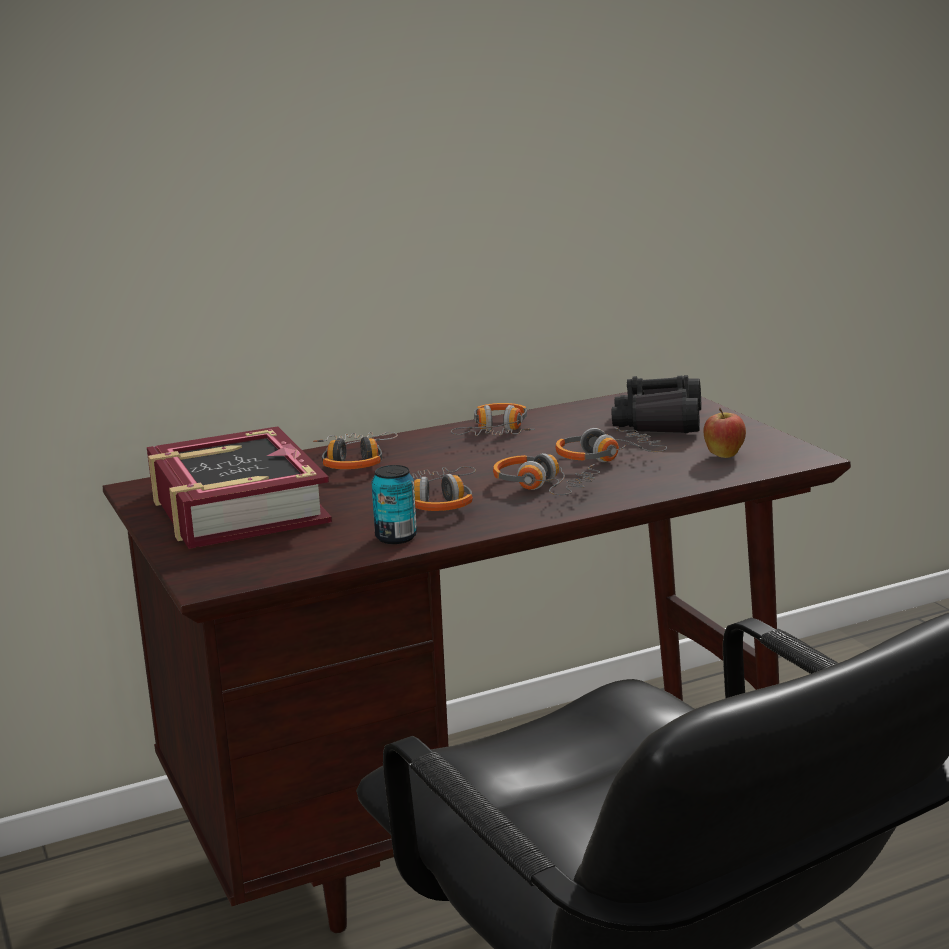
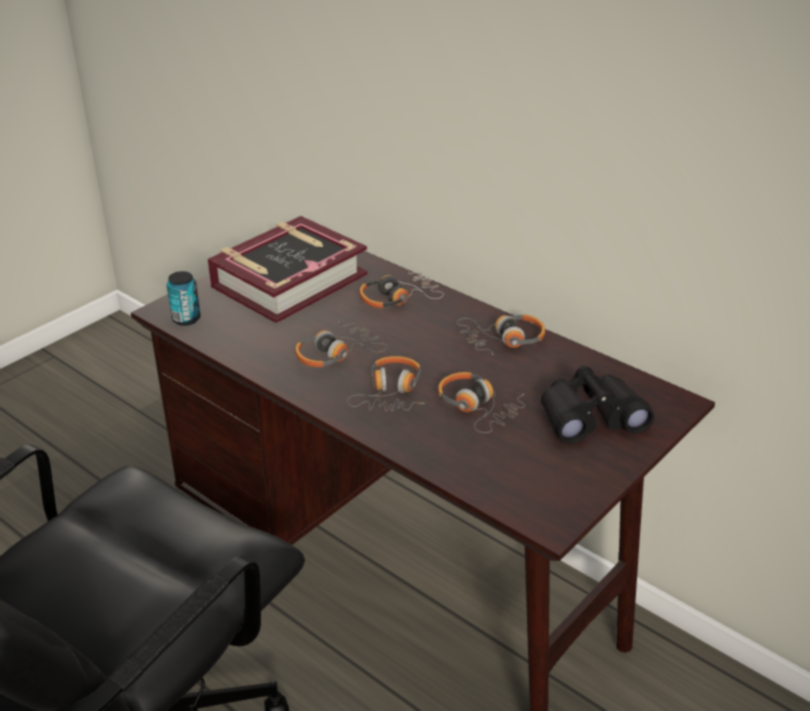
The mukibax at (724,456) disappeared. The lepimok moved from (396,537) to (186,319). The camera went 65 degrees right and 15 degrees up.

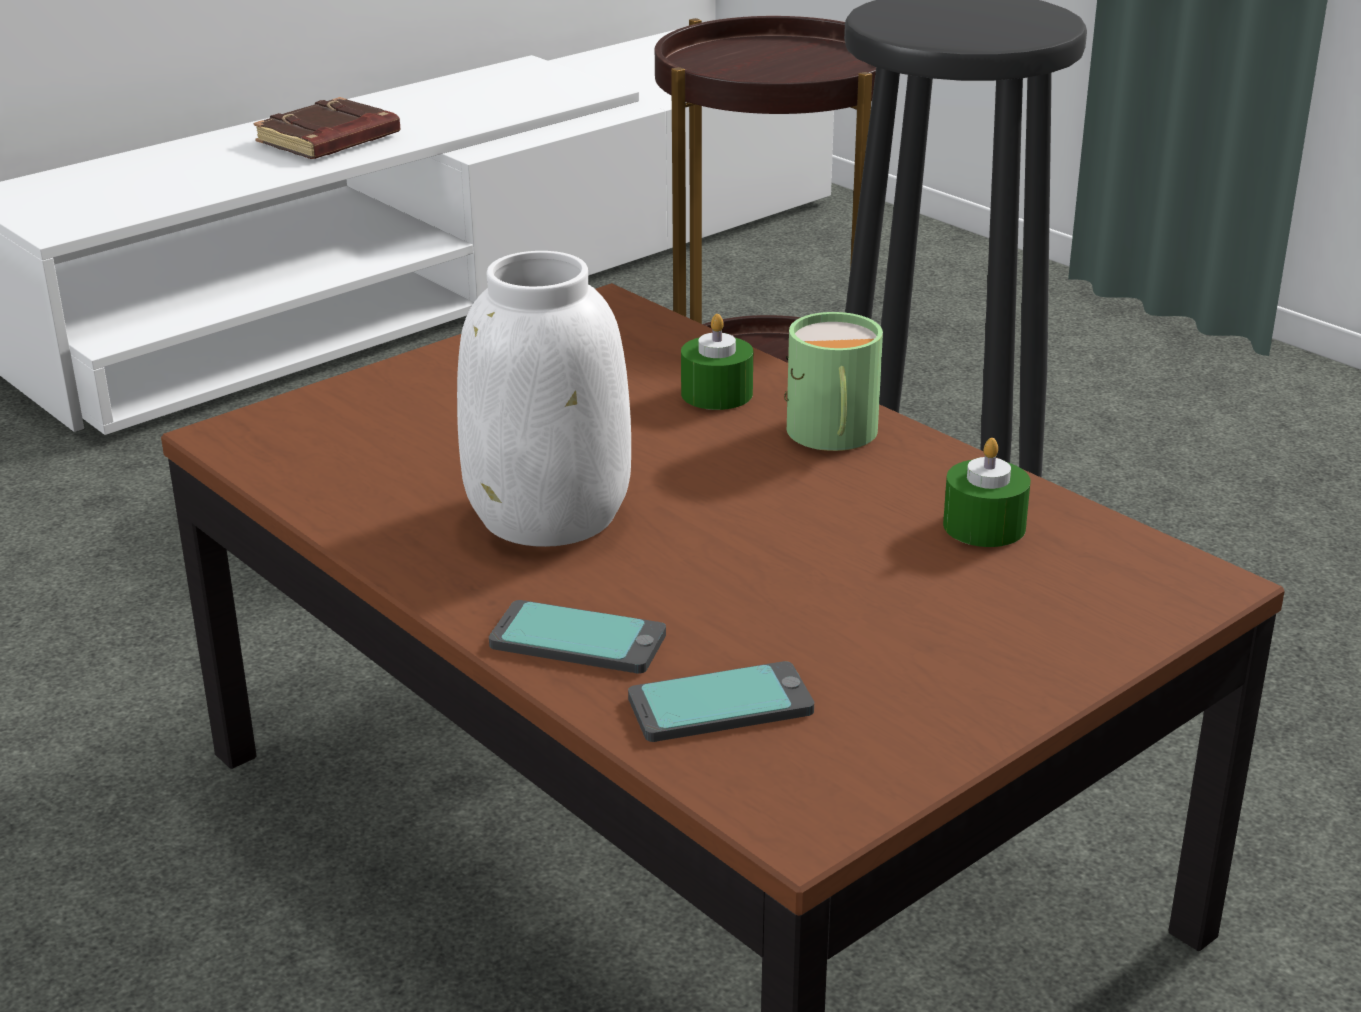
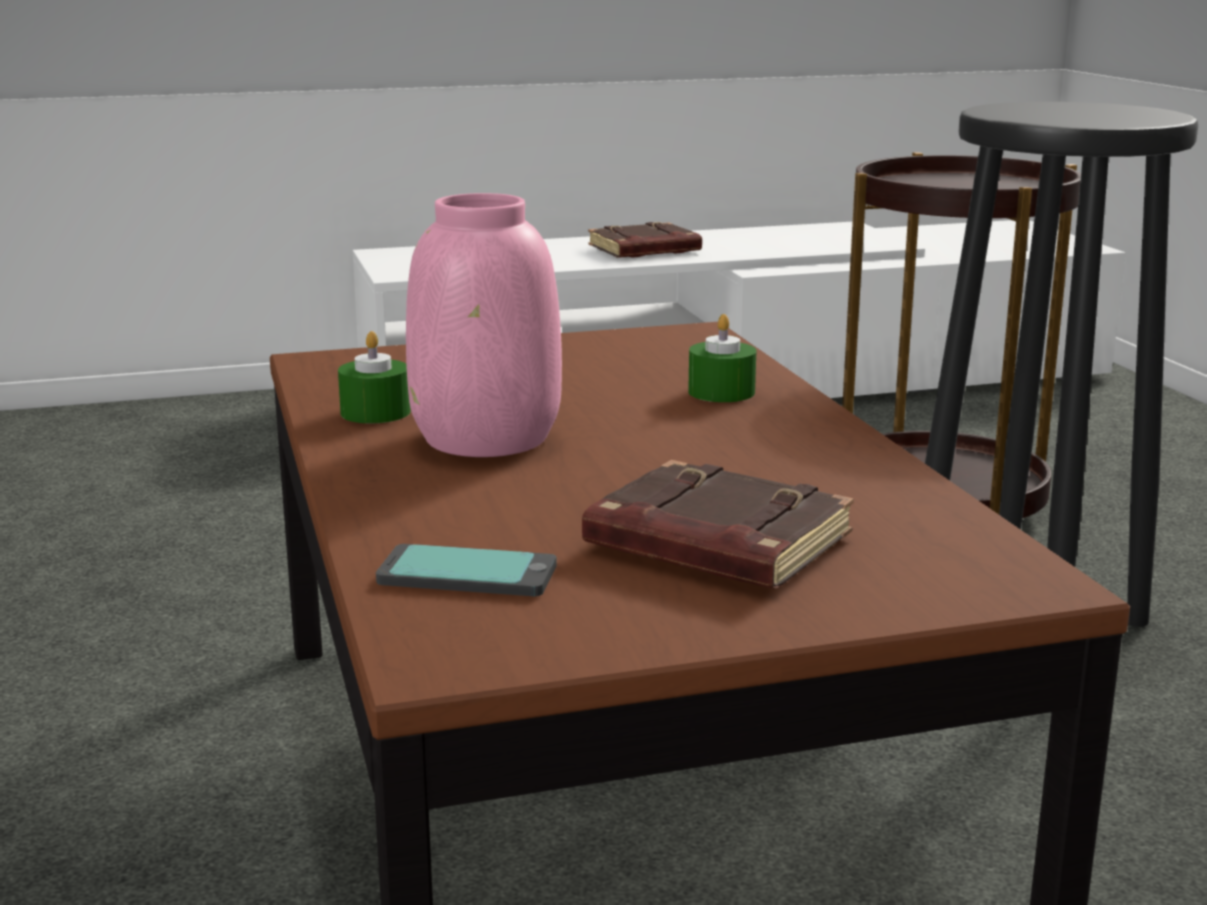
The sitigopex at (578,640) disappeared. The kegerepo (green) at (832,435) disappeared. The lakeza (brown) at (713,544) appeared. The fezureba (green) moved from (984,526) to (375,412). The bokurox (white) at (551,514) became the bokurox (pink) at (488,439). The camera went 25 degrees right and 10 degrees down.

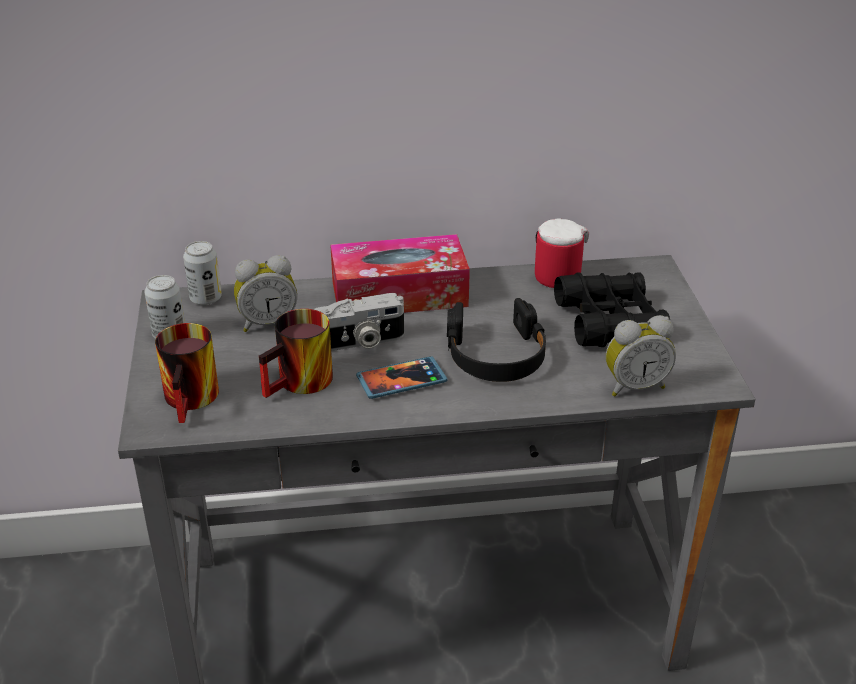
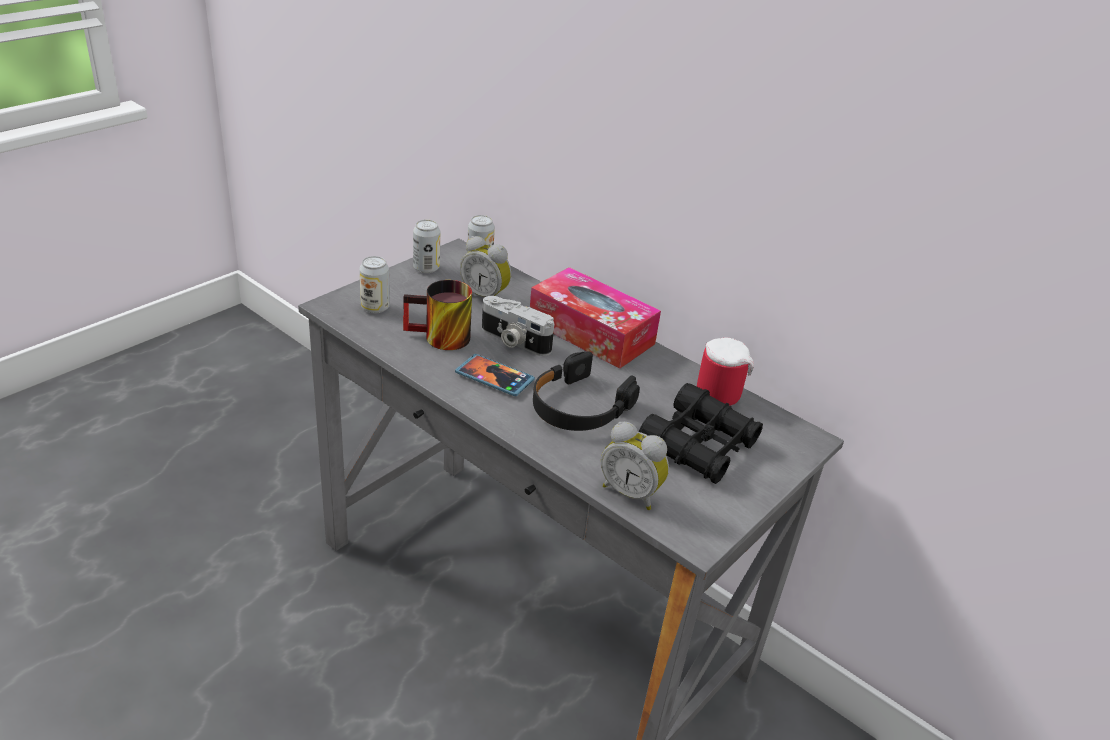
The kegerepo at (195,399) was replaced by the lepimok at (375,307). The camera went 45 degrees right and 0 degrees up.

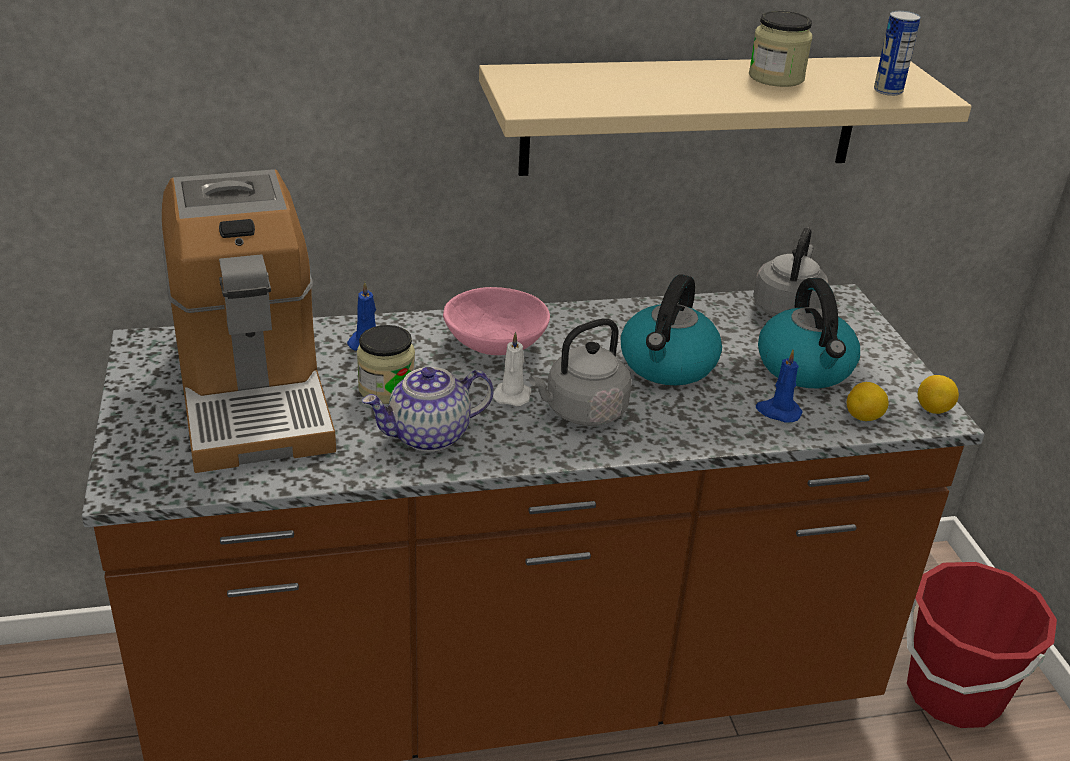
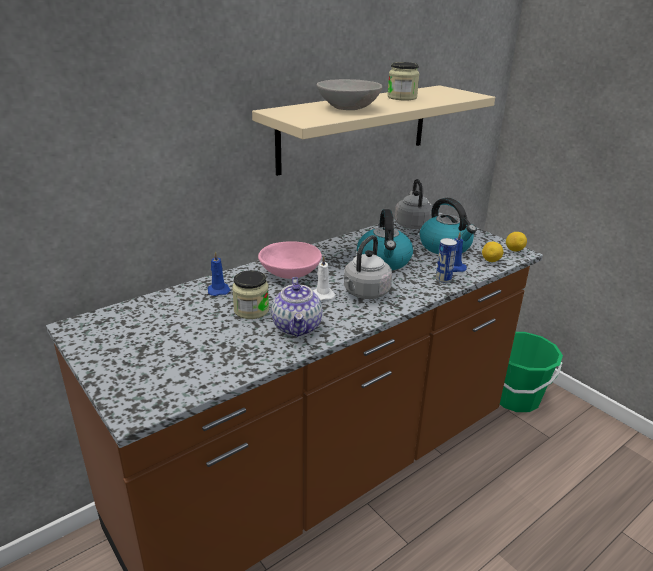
The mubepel at (252,392) disappeared. The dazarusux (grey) at (348,108) appeared. The lepimok moved from (888,91) to (443,279). The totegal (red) at (953,693) became the totegal (green) at (515,398). The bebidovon at (429,436) turned 45 degrees counterclockwise. The camera went 25 degrees left and 5 degrees down.

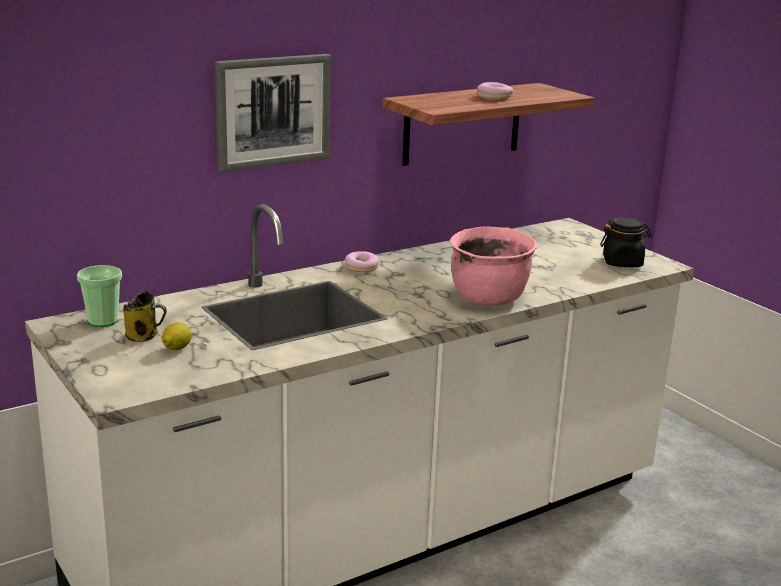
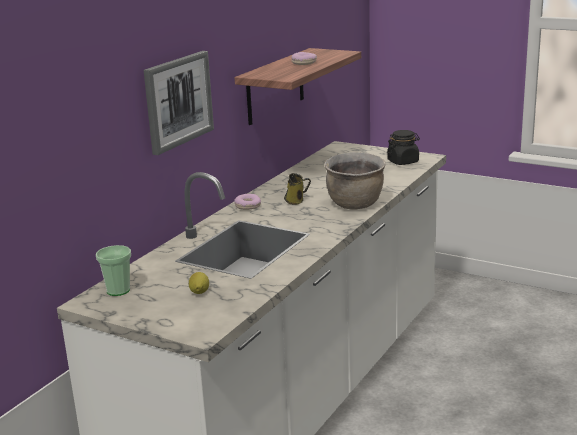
The kegerepo moved from (144,336) to (295,201). The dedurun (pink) at (489,299) became the dedurun (brown) at (355,204). The camera went 25 degrees left and 0 degrees up.

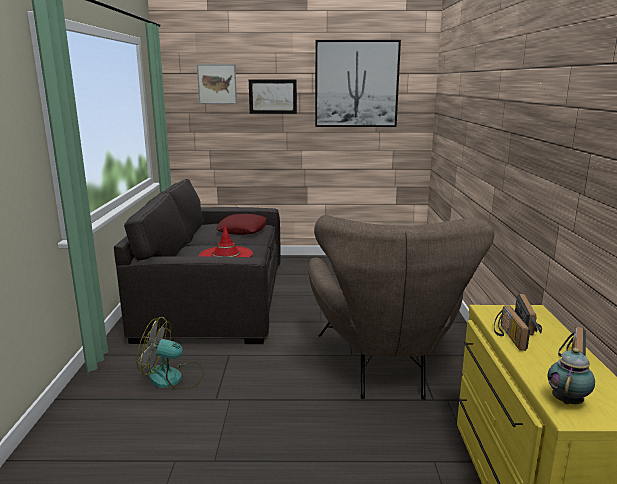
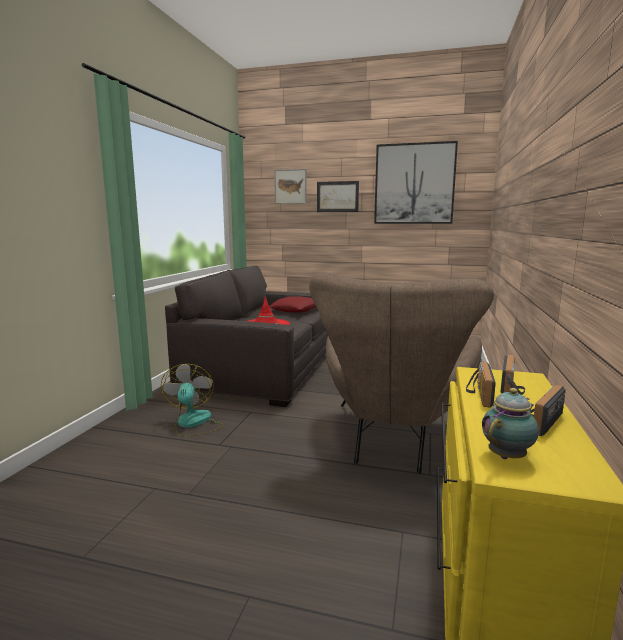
The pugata at (173,378) turned 60 degrees clockwise. The camera went 15 degrees right and 5 degrees down.

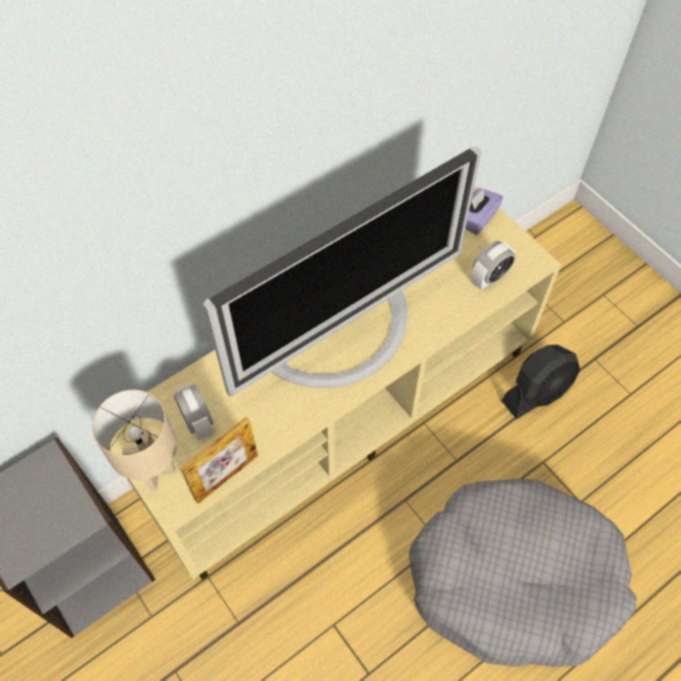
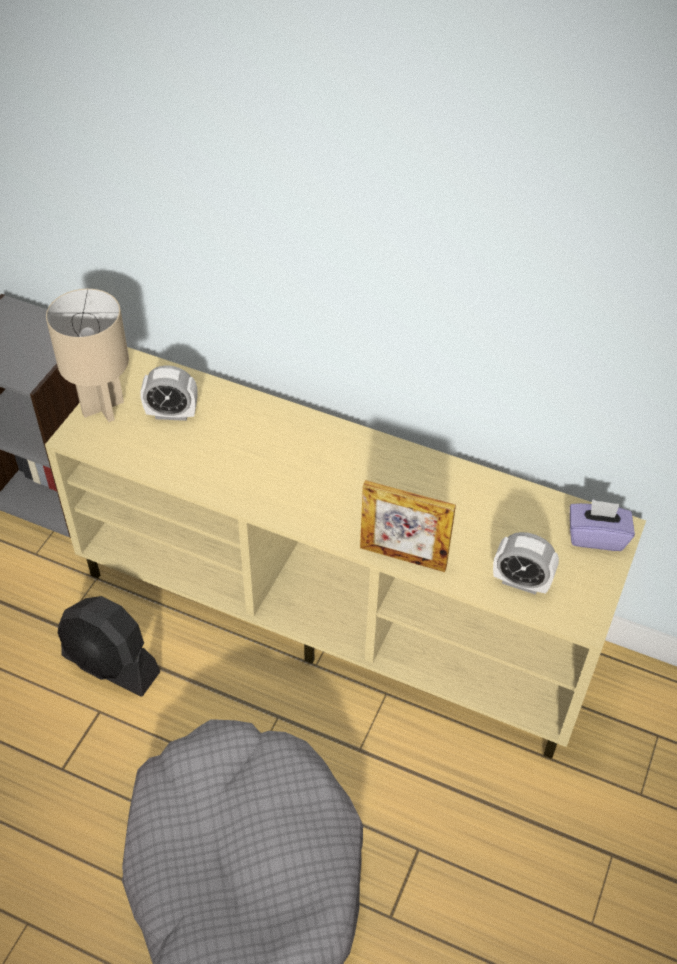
The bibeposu at (339,331) disappeared. The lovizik moved from (226,477) to (403,557). The pugata (black) moved from (537,392) to (111,665). The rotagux at (198,422) turned 60 degrees clockwise. The camera went 60 degrees right and 10 degrees down.

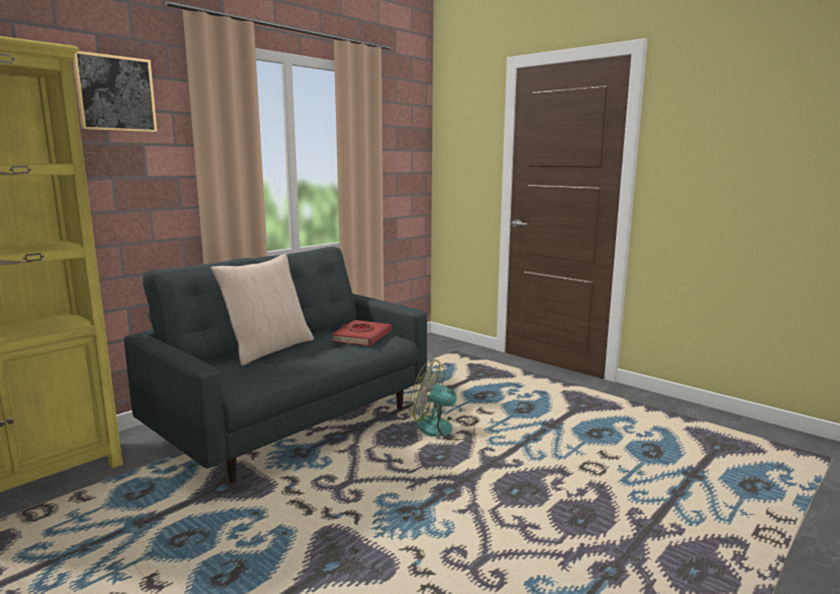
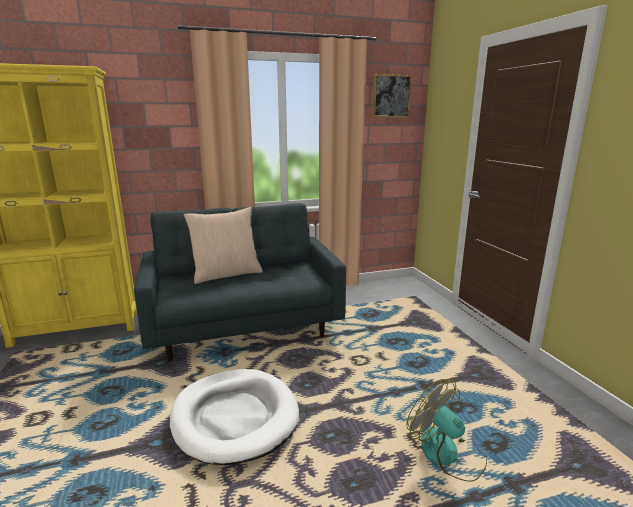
The lakeza (red) at (362,337) disappeared. The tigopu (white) at (235,417) appeared. The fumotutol moved from (115,93) to (391,96). The pugata moved from (443,429) to (448,454). The camera went 30 degrees right and 5 degrees up.

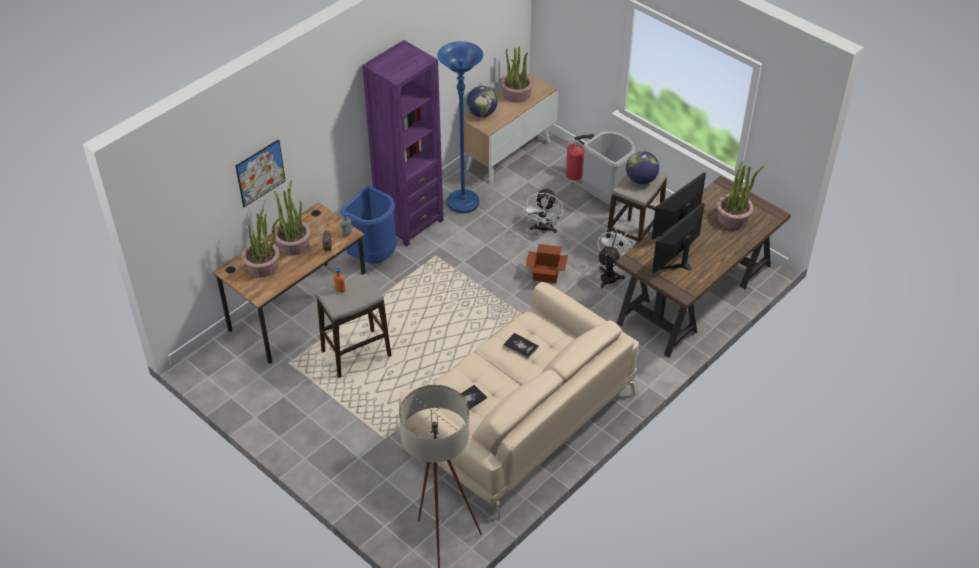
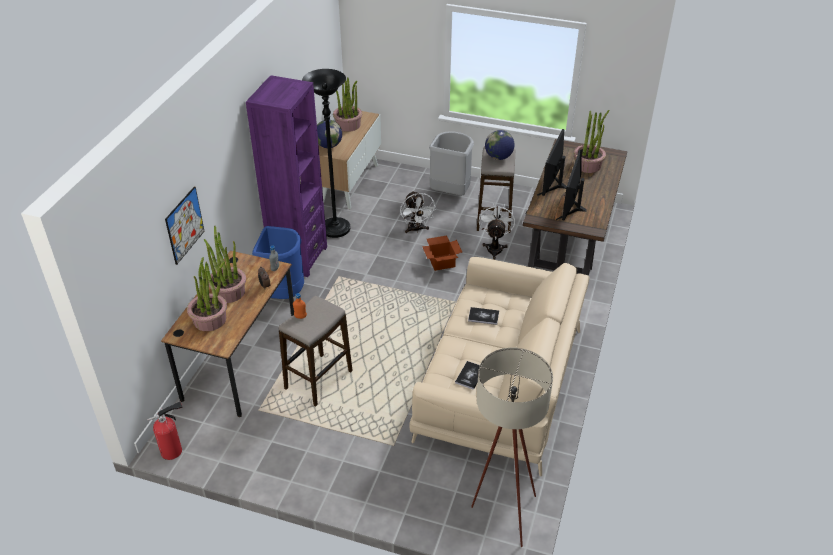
The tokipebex moved from (576,174) to (174,450). The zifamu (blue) at (463,203) became the zifamu (black) at (335,229). The camera went 25 degrees left and 5 degrees down.

